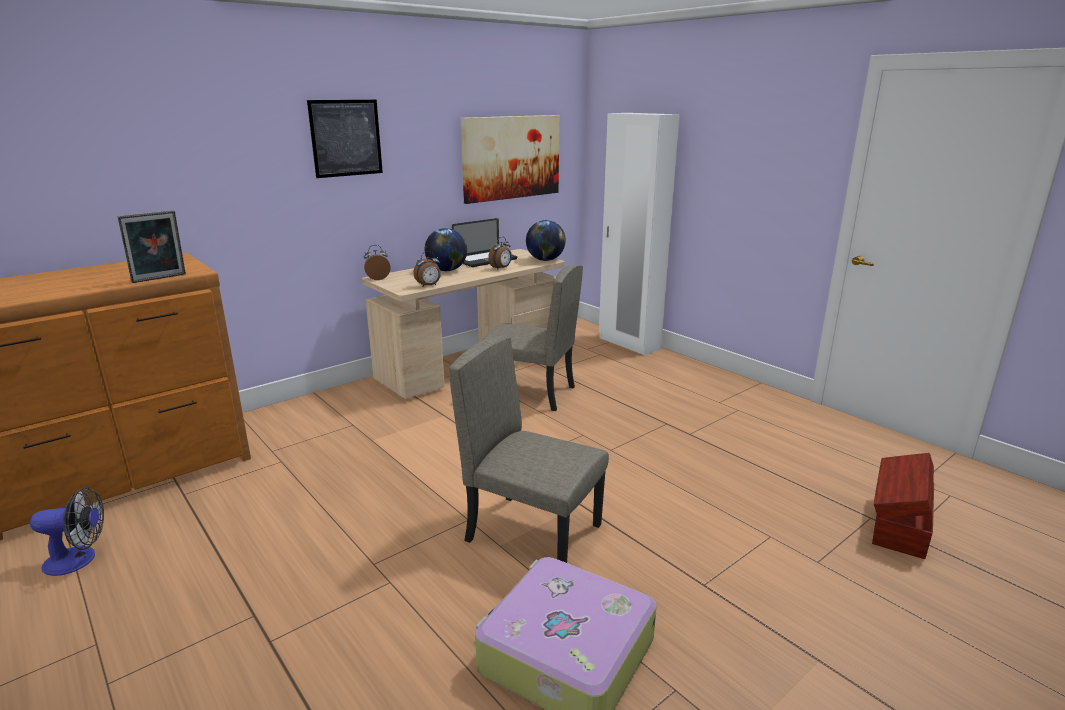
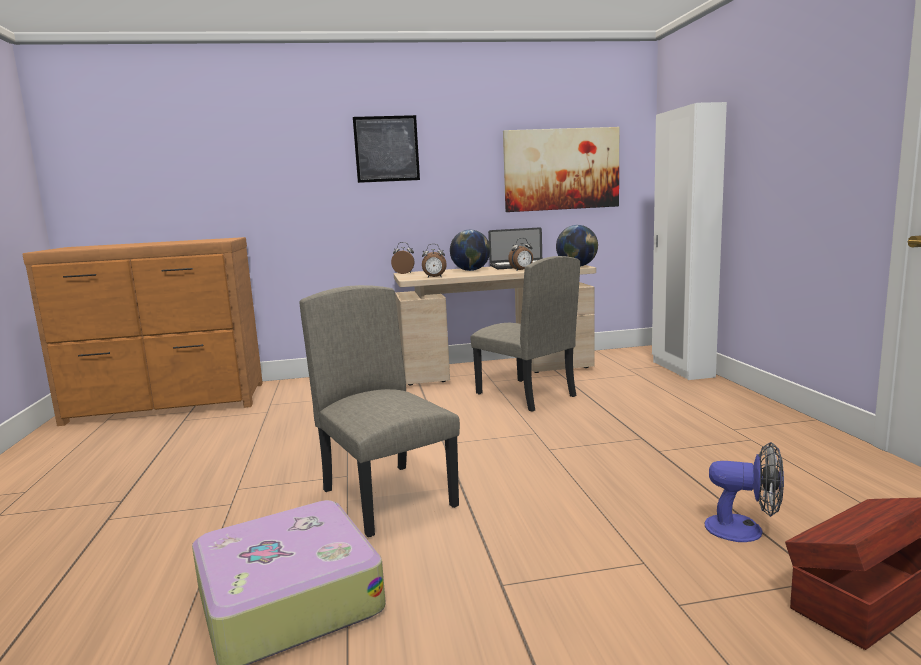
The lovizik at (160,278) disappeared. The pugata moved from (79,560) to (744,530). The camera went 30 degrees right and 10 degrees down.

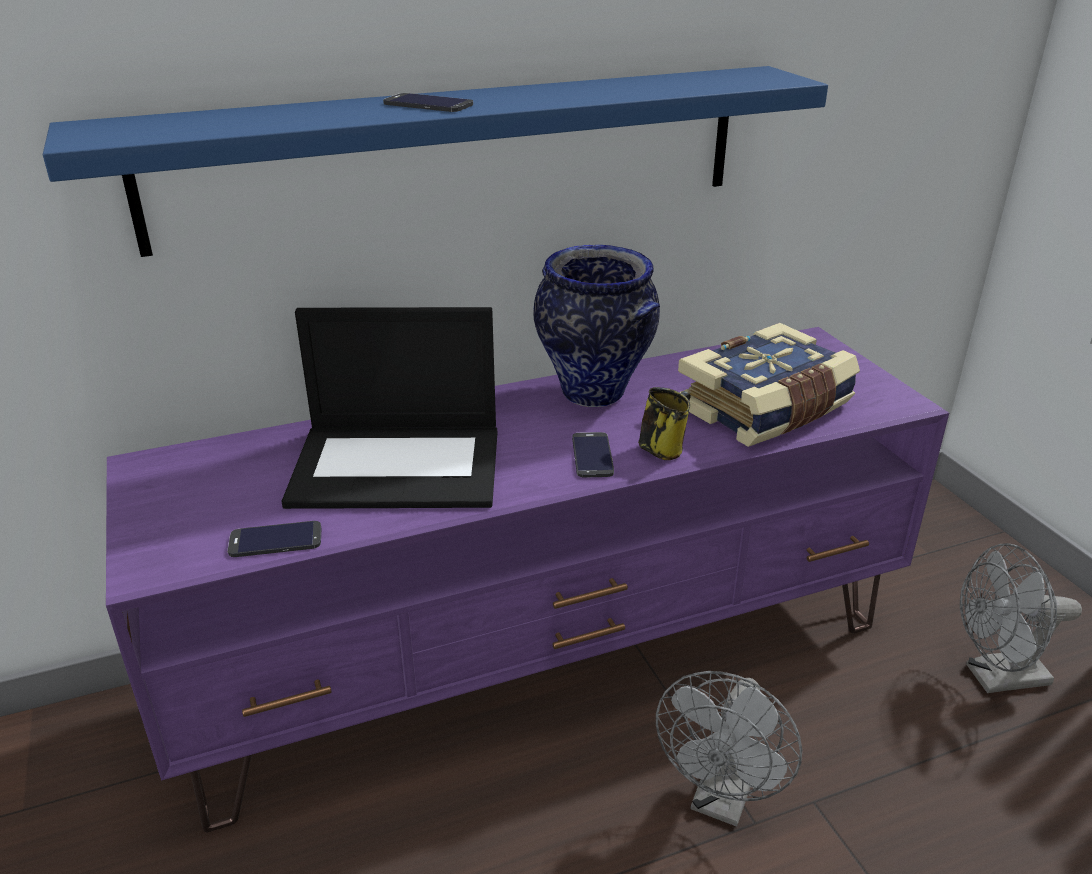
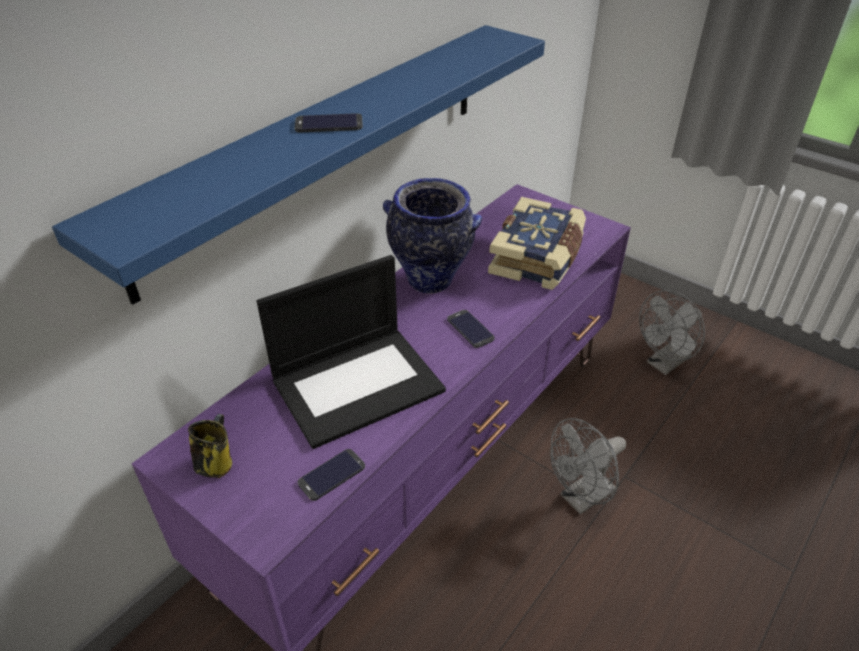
The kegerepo moved from (663,448) to (216,463). The pugata (grey) at (722,800) turned 60 degrees clockwise. The camera went 30 degrees left and 10 degrees up.

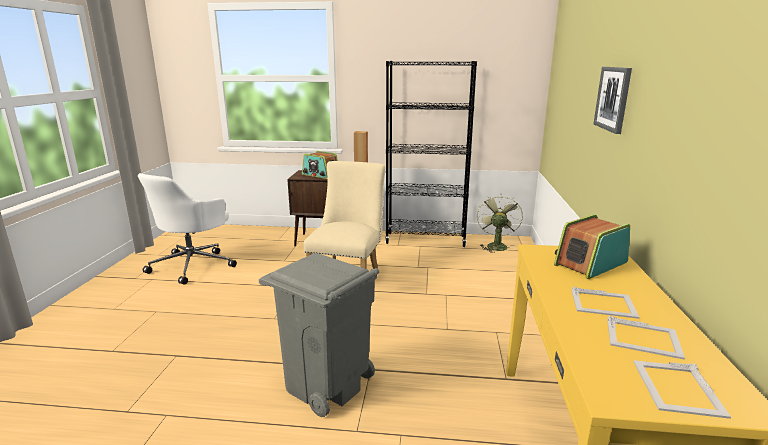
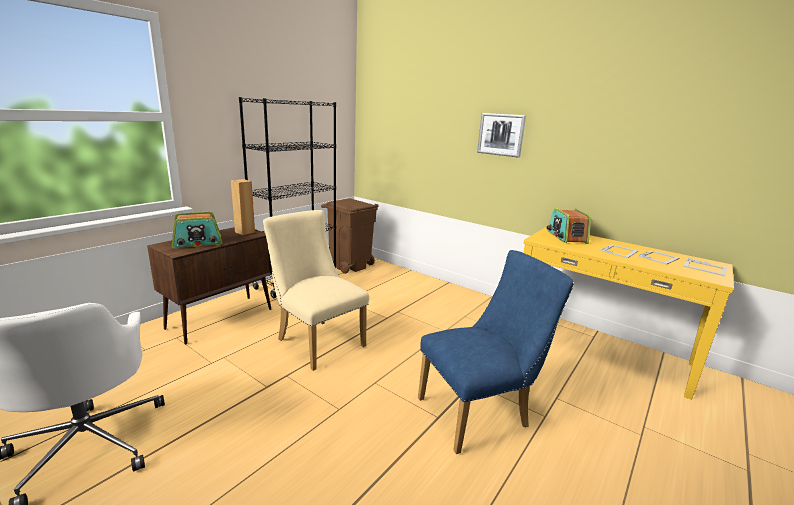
The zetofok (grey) at (325,385) was replaced by the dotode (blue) at (480,412). The pugata (green) at (495,245) was replaced by the zetofok (brown) at (349,265). The camera went 60 degrees left and 0 degrees up.

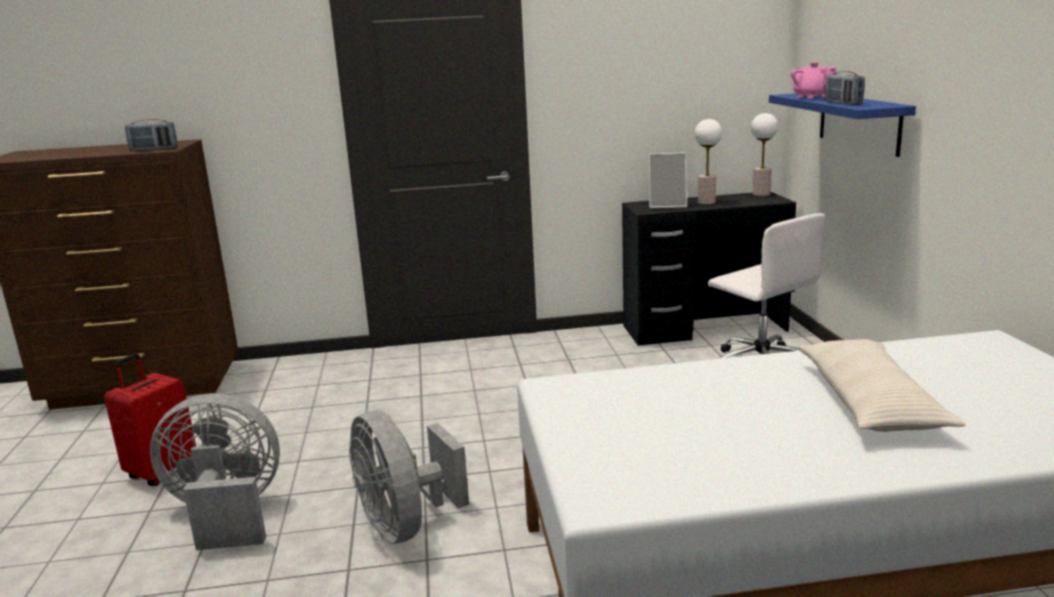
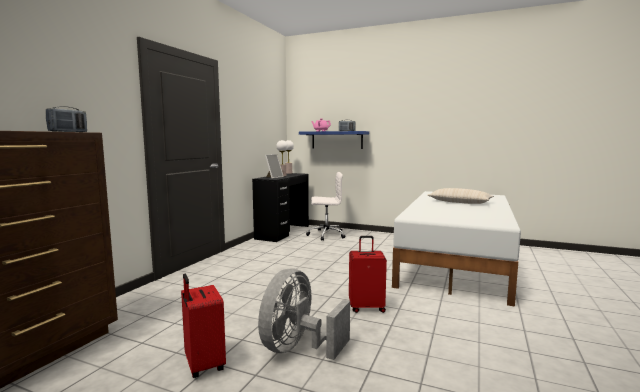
The pugata (grey) at (405,525) was replaced by the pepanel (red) at (366,307). The camera went 60 degrees left and 10 degrees down.

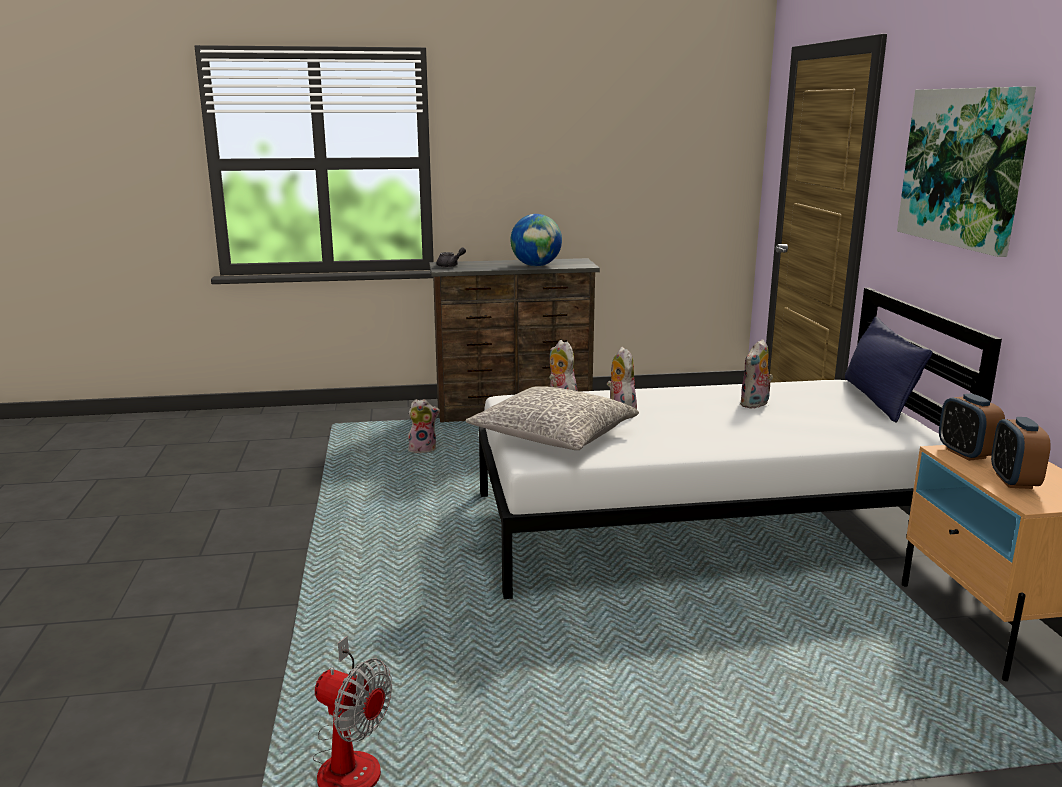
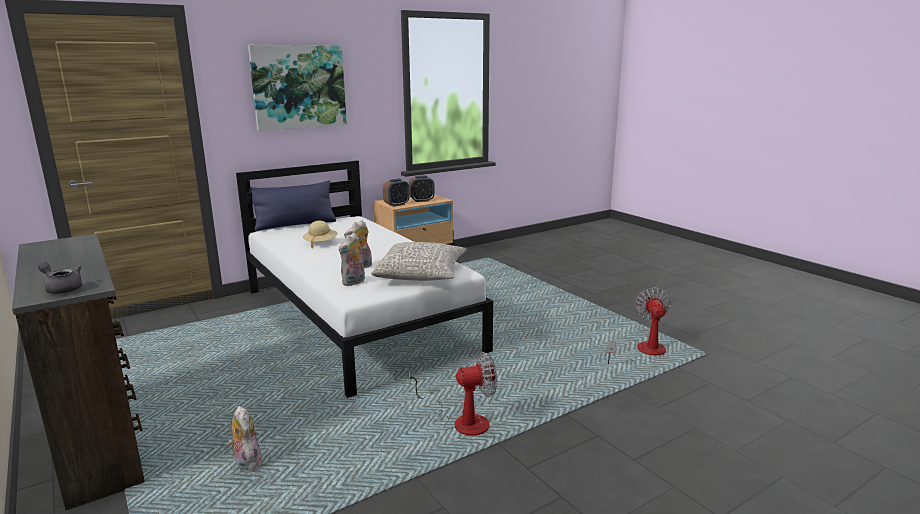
The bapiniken at (536,266) disappeared. The pugata at (461,421) appeared. The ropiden at (755,405) was replaced by the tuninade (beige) at (320,243). The camera went 115 degrees left and 0 degrees up.

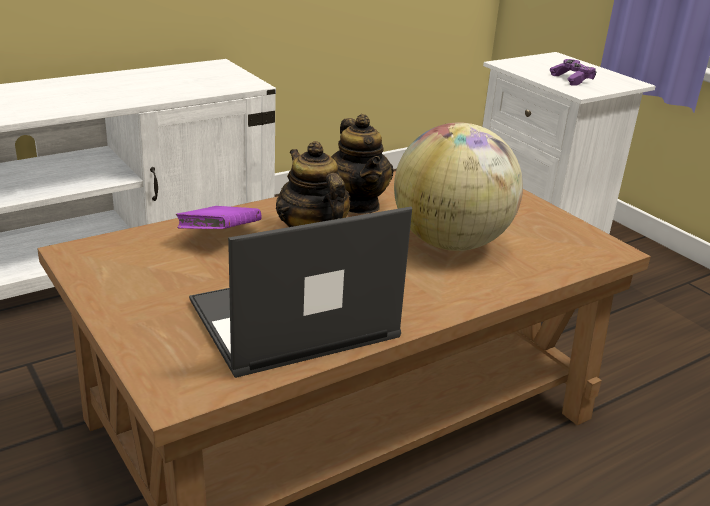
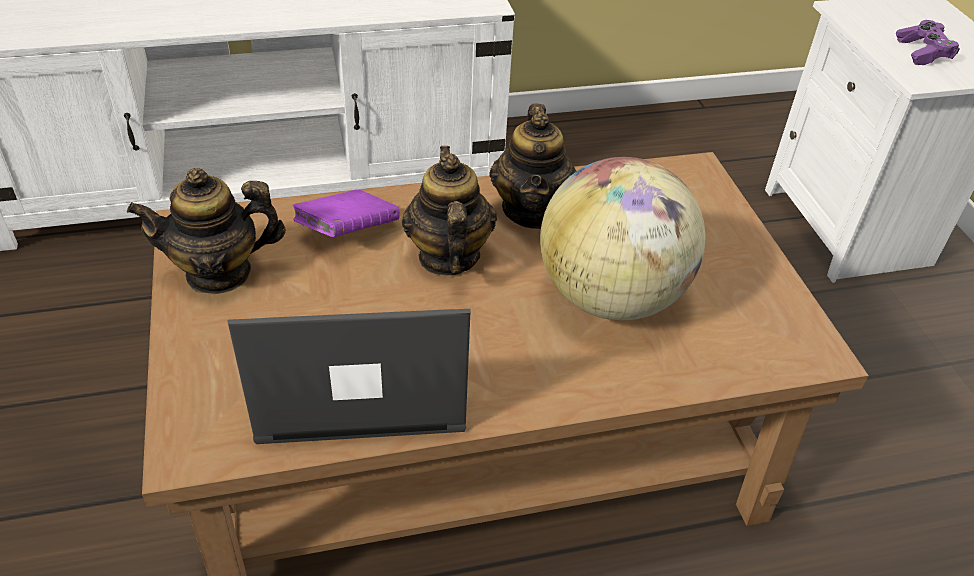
The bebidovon at (219,272) appeared. The camera went 20 degrees right and 15 degrees up.

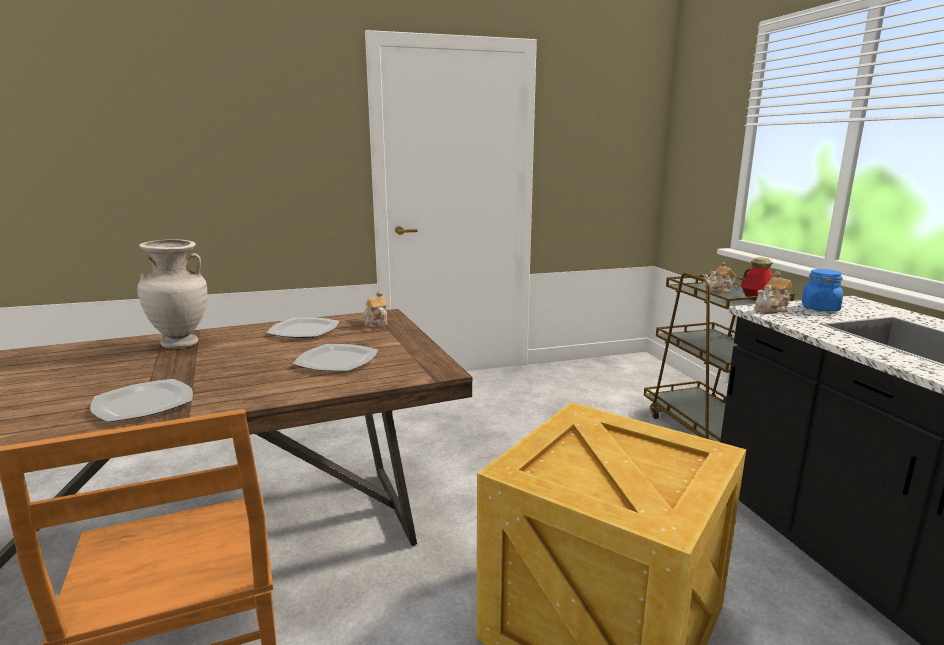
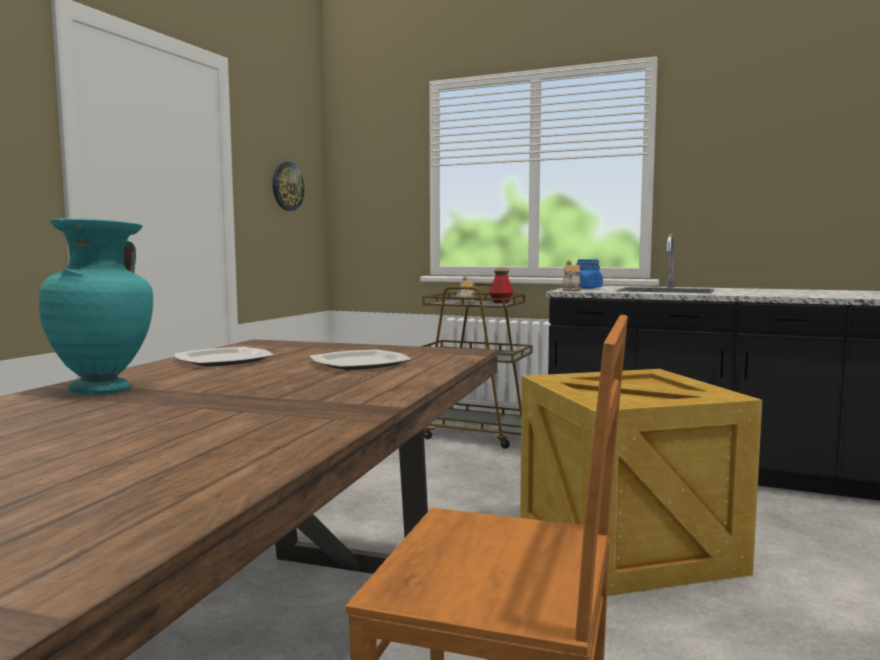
The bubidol at (144,403) disappeared. The bebidovon at (375,323) disappeared. The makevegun at (287,186) appeared. The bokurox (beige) at (181,344) became the bokurox (turquoise) at (103,391). The camera went 50 degrees left and 10 degrees down.

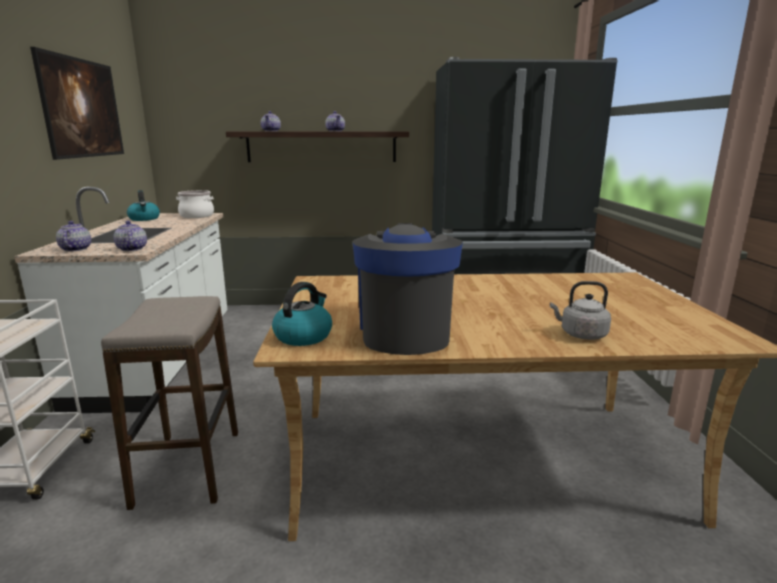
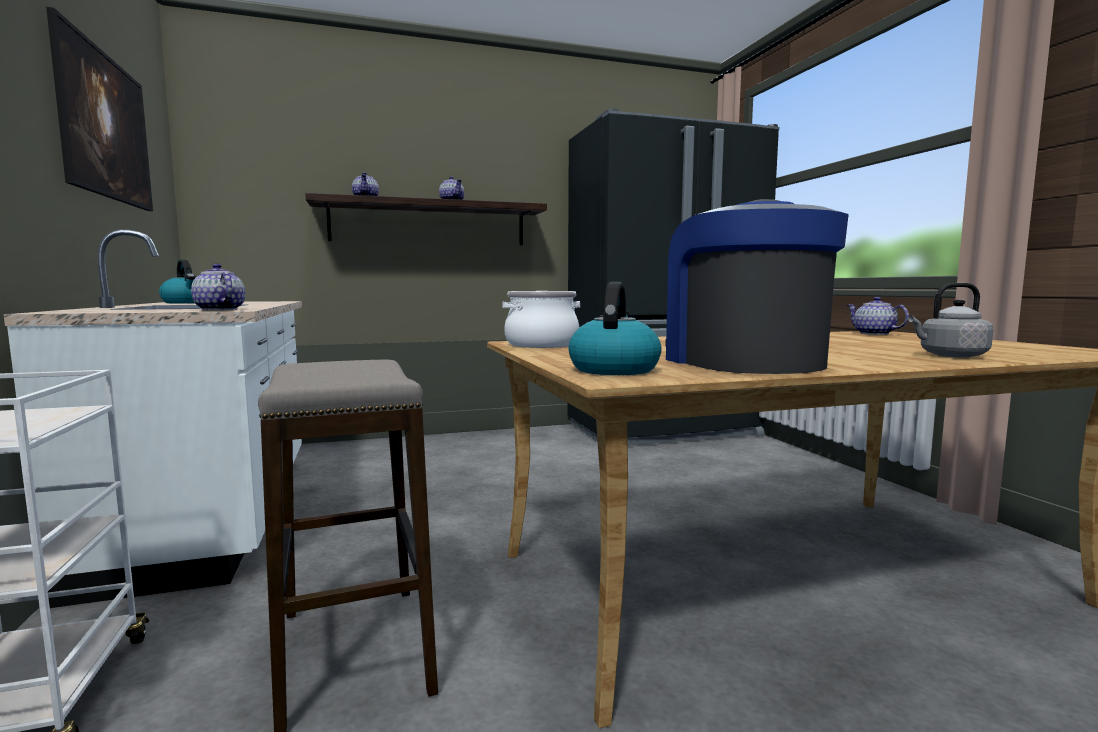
The bebidovon moved from (75,249) to (874,333). The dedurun moved from (196,216) to (542,345). The camera went 15 degrees left and 10 degrees down.

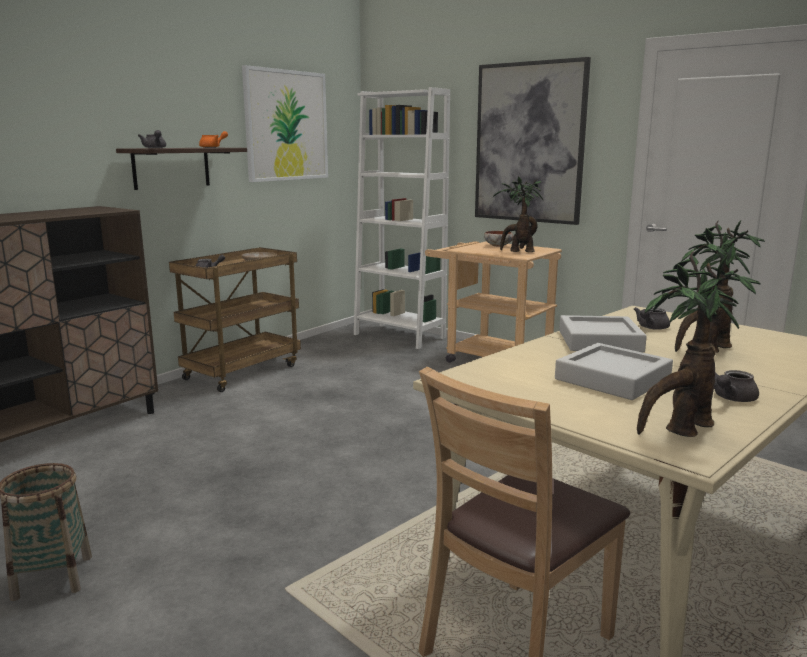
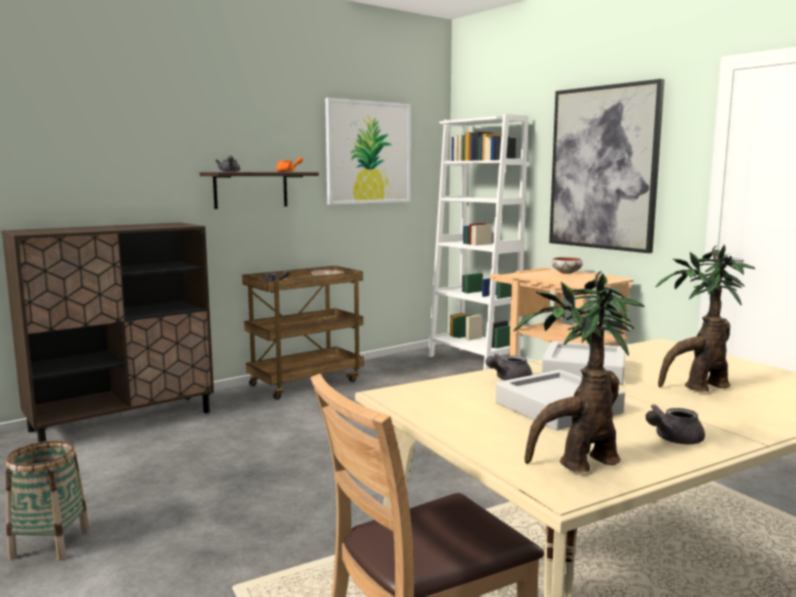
The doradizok at (518,252) disappeared. The bebidovon (grey) moved from (650,328) to (508,379). The camera went 15 degrees right and 5 degrees down.

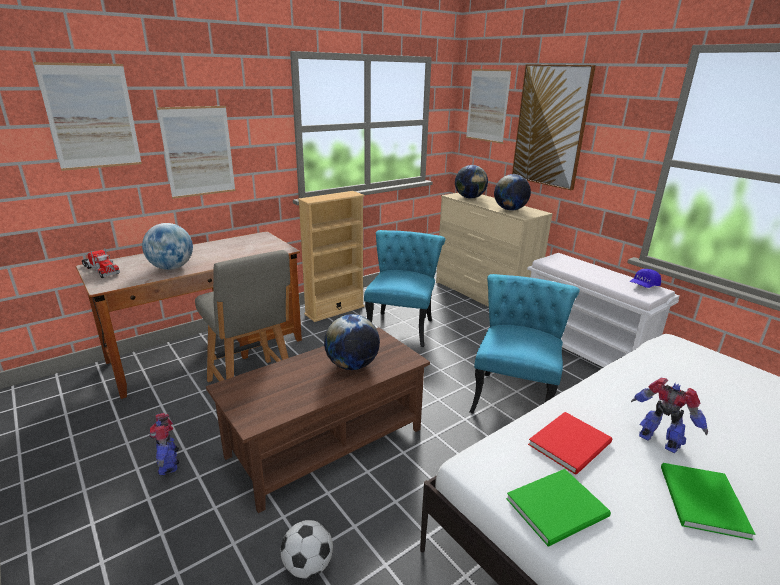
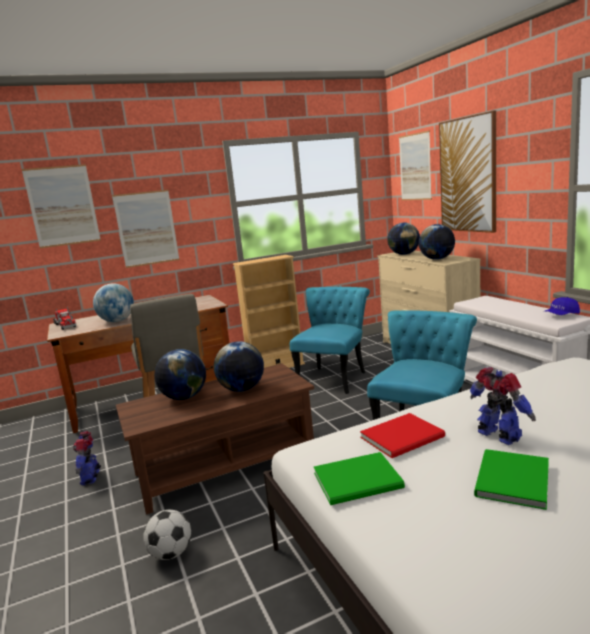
The bapiniken at (184,397) appeared. The camera went 15 degrees right and 10 degrees down.

